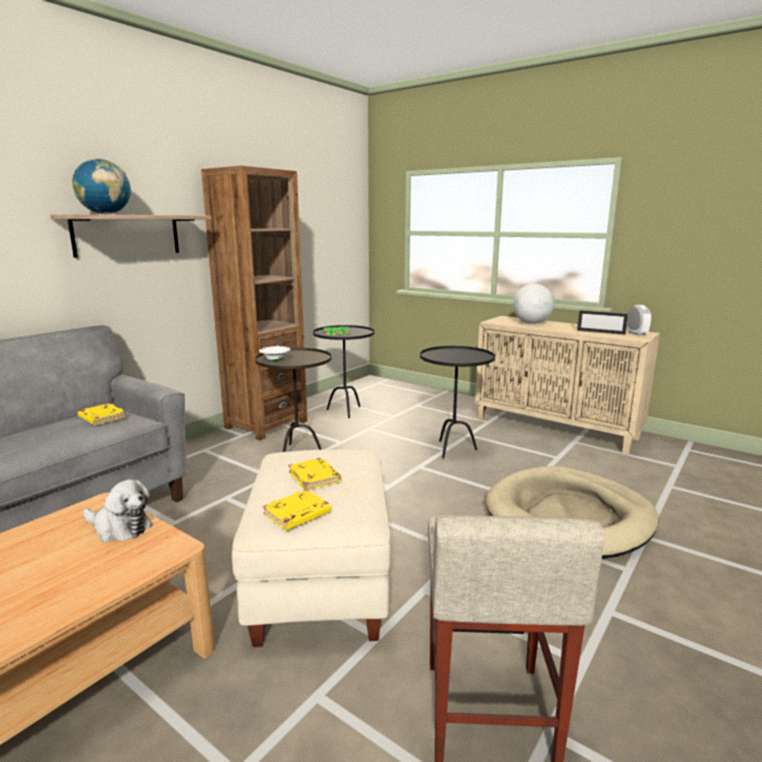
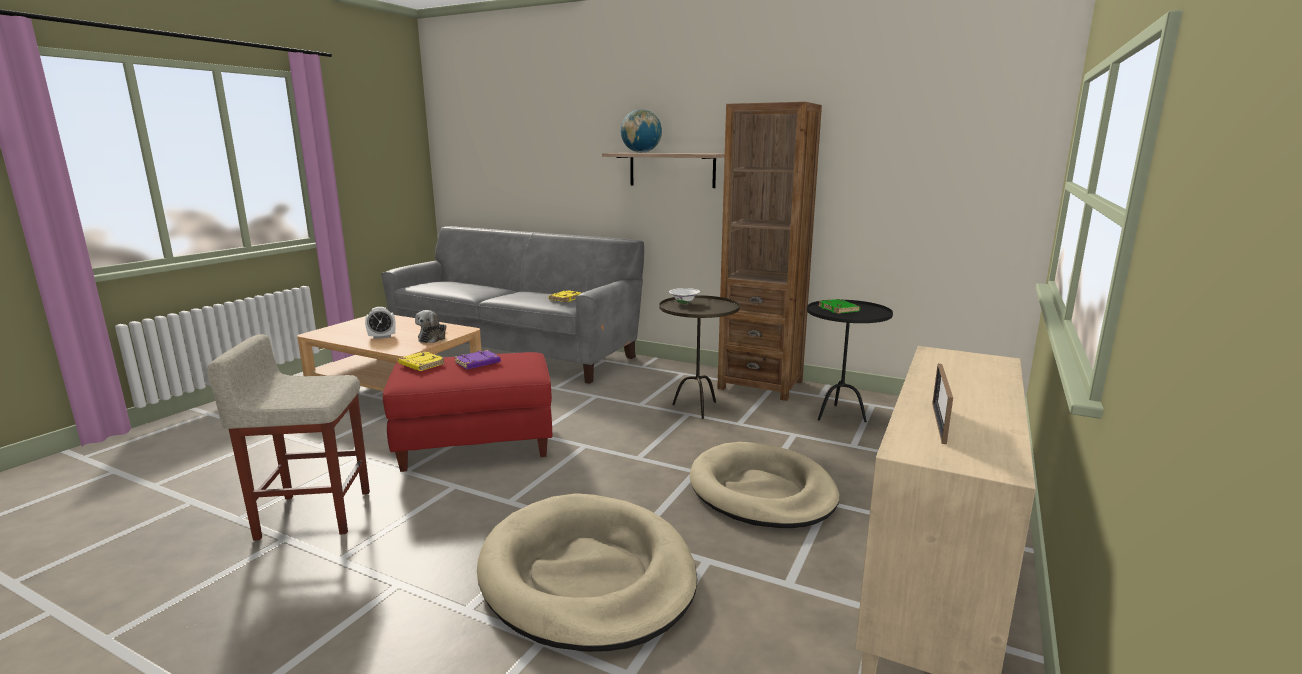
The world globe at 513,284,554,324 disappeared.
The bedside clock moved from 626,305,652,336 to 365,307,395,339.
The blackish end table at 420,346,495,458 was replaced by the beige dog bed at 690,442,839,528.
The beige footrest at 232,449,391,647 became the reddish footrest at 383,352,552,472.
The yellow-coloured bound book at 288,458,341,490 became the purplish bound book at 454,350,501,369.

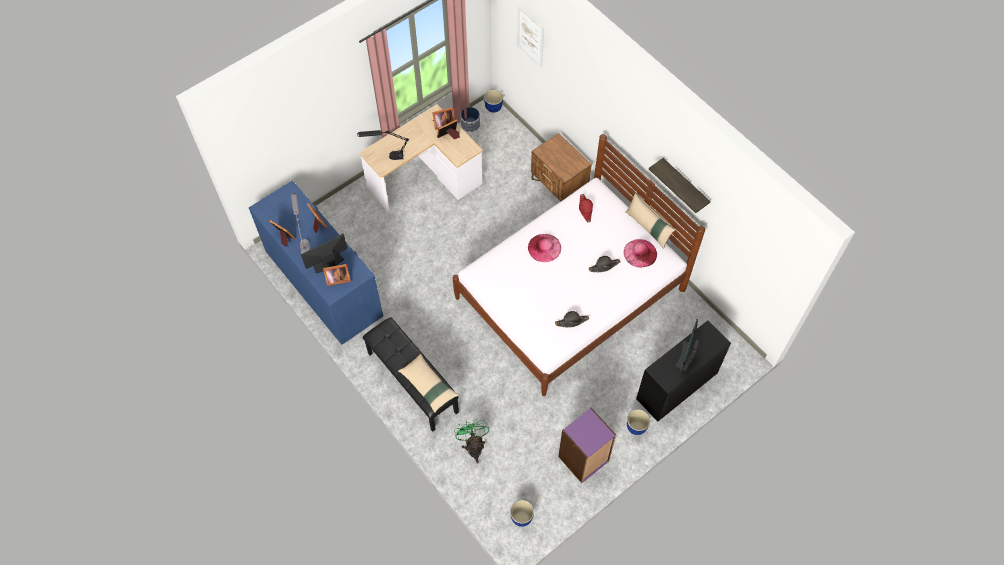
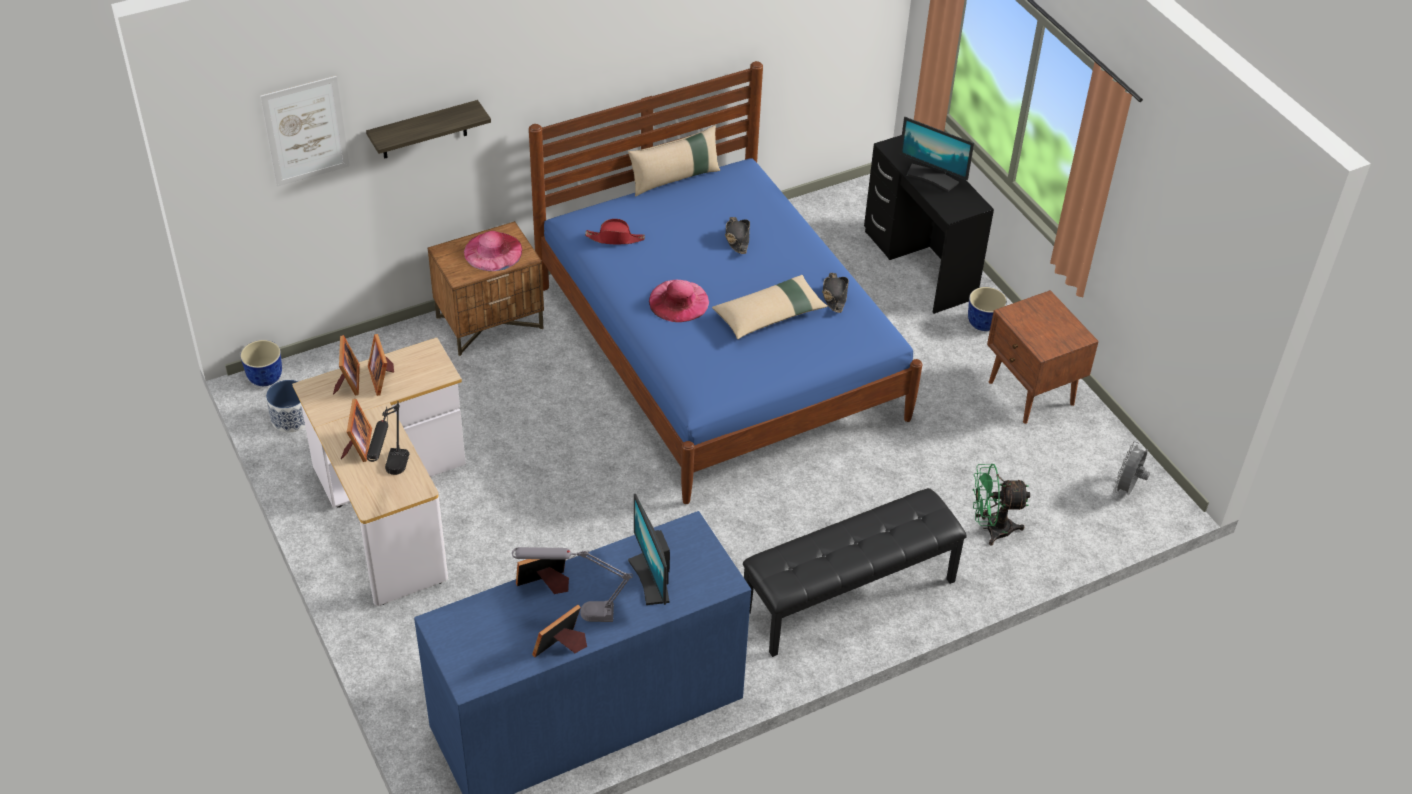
The standing frame moved from 323,264,351,286 to 341,399,372,462.
The beige cushion moved from 398,354,459,413 to 712,275,828,339.
The pink hat moved from 624,239,657,267 to 464,231,522,271.
The wall shelf moved from 649,158,711,213 to 366,100,491,159.
The planter at 510,500,534,527 was replaced by the grey cooling fan at 1113,441,1150,495.
The purplish bookshelf at 558,408,616,483 was replaced by the brownish night table at 987,290,1099,424.
The white-coloured sleeping bed at 453,134,705,396 became the blue-coloured sleeping bed at 529,61,922,504.

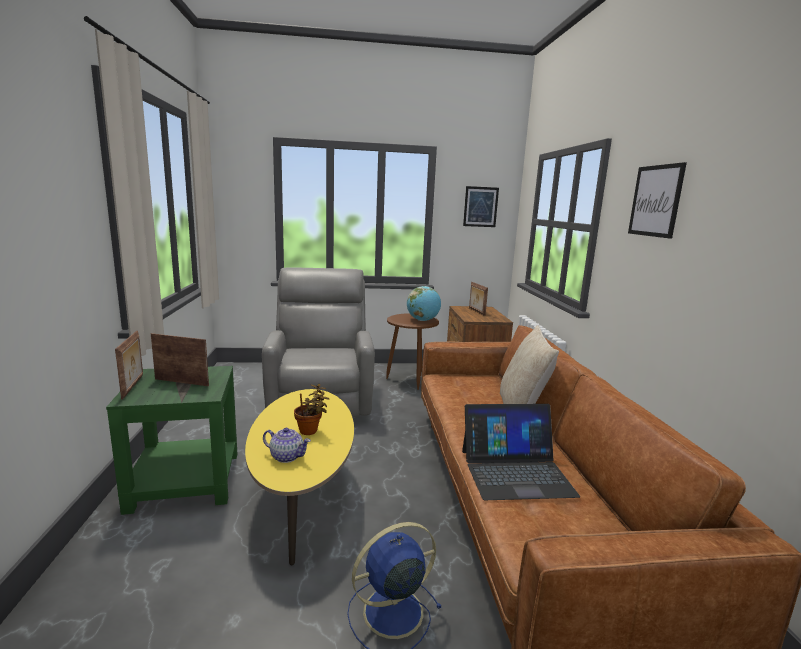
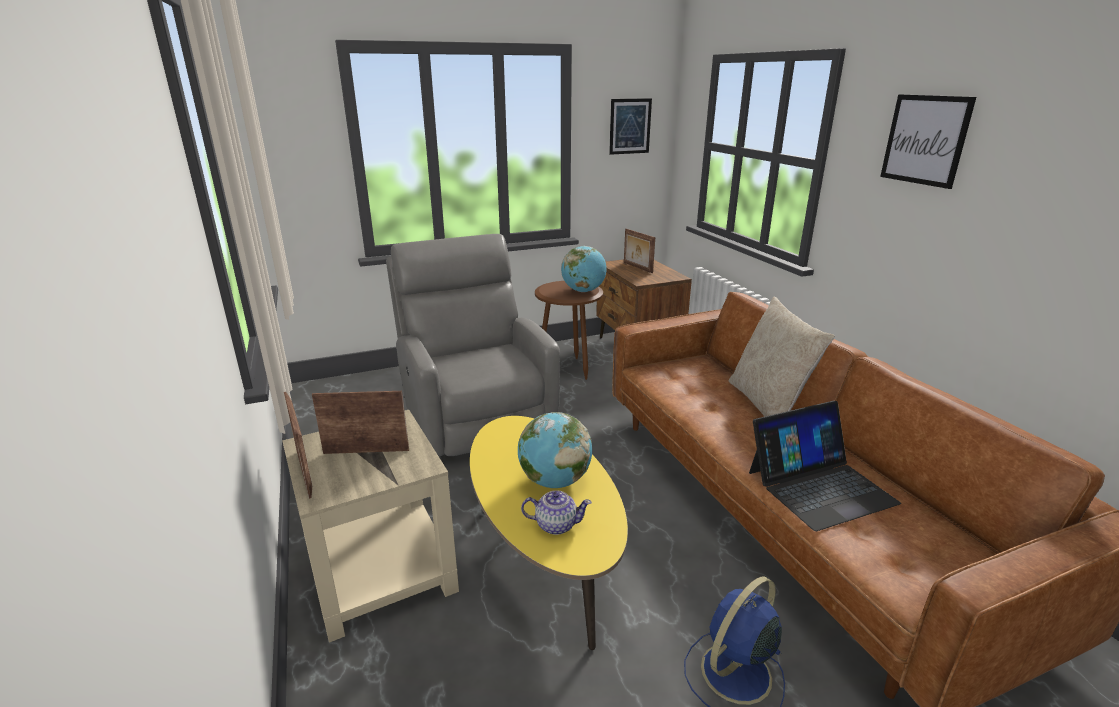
The plant in a pot at 294,384,329,435 was replaced by the world globe at 518,412,592,488.
The green end table at 106,366,237,515 became the beige end table at 282,410,459,643.

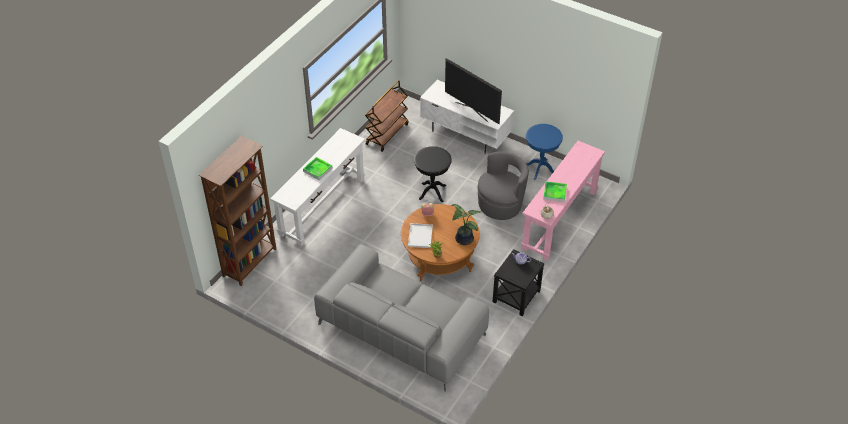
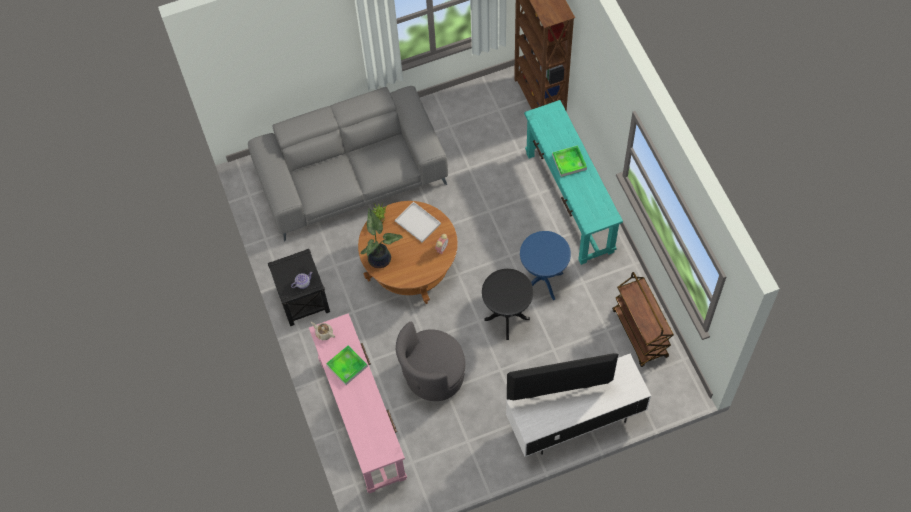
The blue-coloured end table moved from 526,124,563,180 to 520,231,571,300.
The white-coloured narrow table at 270,128,365,246 became the blue-green narrow table at 524,100,623,265.
The grey armchair at 477,151,529,220 turned 60 degrees clockwise.

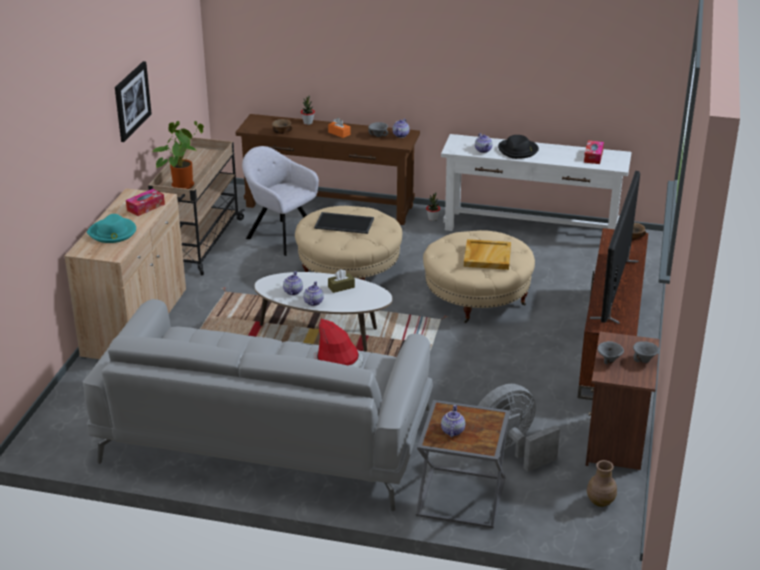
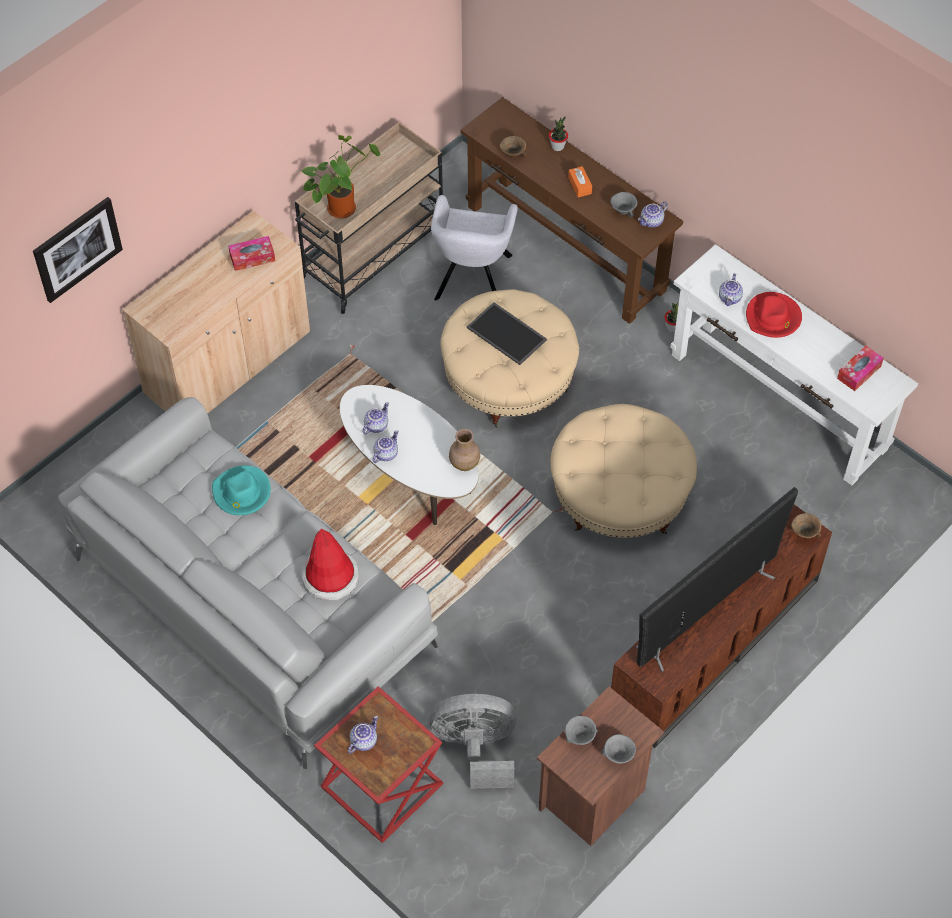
The brownish tissue box at 328,269,355,293 disappeared.
The beige serving tray at 464,239,511,270 disappeared.
The blue-green hat moved from 87,214,136,243 to 212,465,271,515.
The wall picture moved from 115,61,152,142 to 33,197,123,303.
The brownish flower vase moved from 587,460,617,507 to 449,429,480,471.
The grey end table at 416,400,510,529 became the reddish end table at 314,686,444,843.
The blackish hat at 498,135,539,159 became the reddish hat at 746,292,802,338.
The grey armchair at 242,146,319,256 turned 150 degrees counterclockwise.

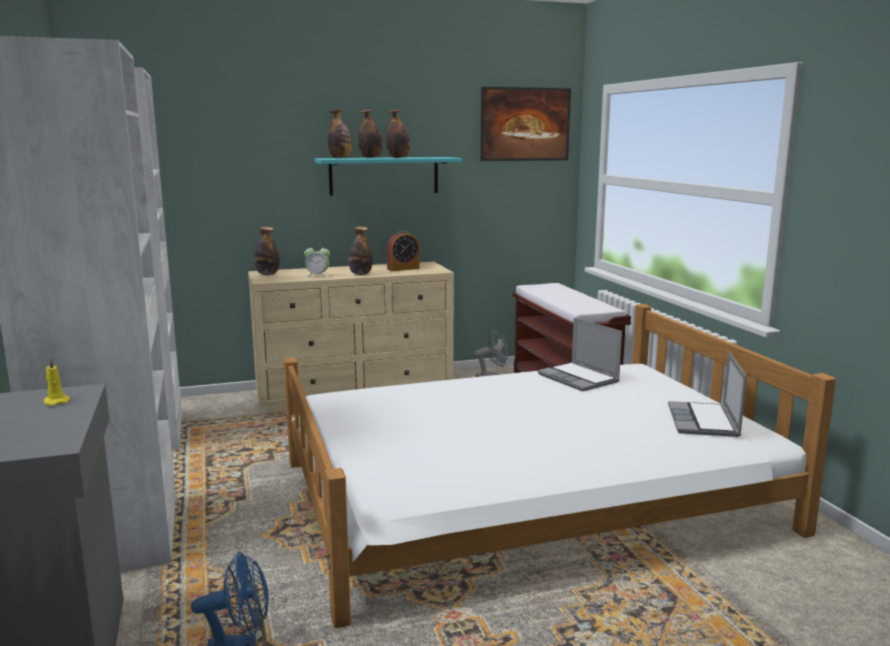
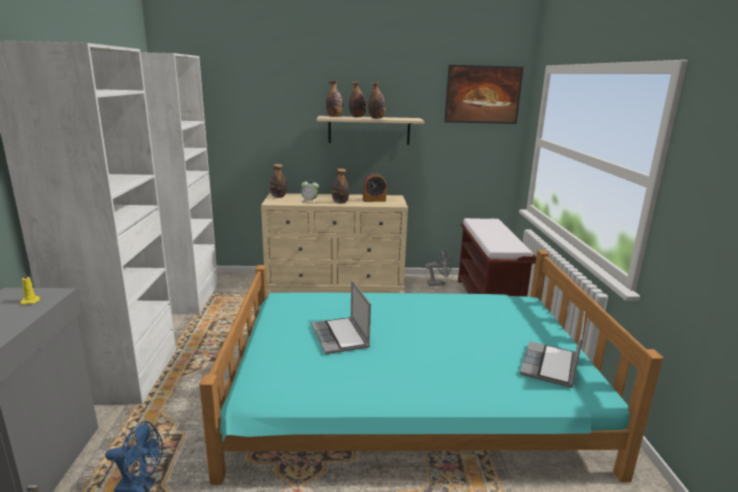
The notebook computer moved from 538,318,622,391 to 311,280,371,354.
The white-coloured sleeping bed at 284,304,836,628 became the blue-green sleeping bed at 199,250,663,485.
The blue-green wall shelf at 315,157,462,195 became the beige wall shelf at 317,116,424,145.

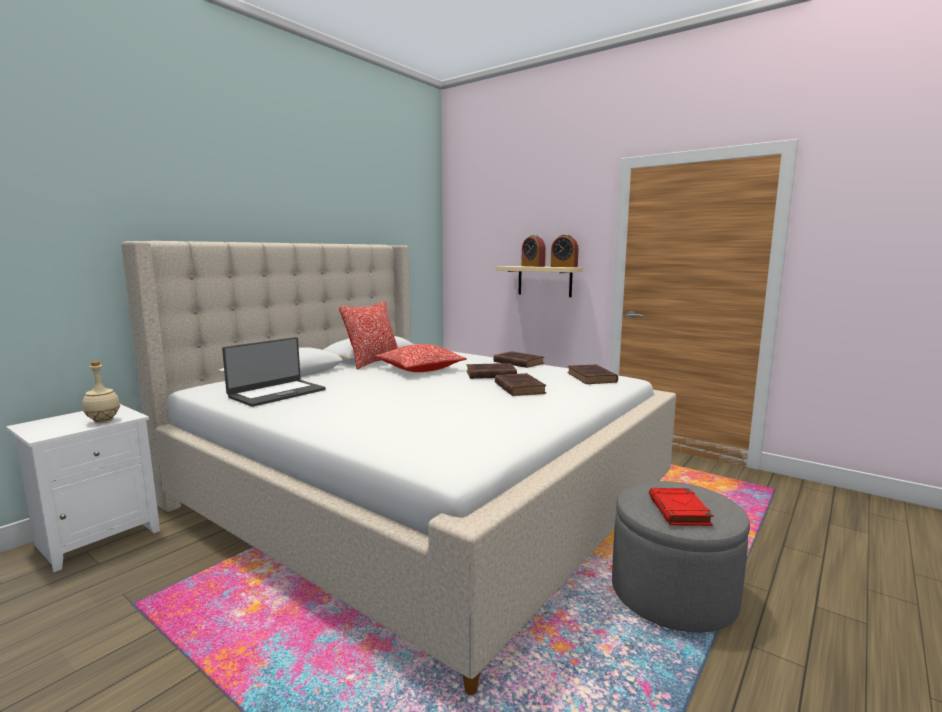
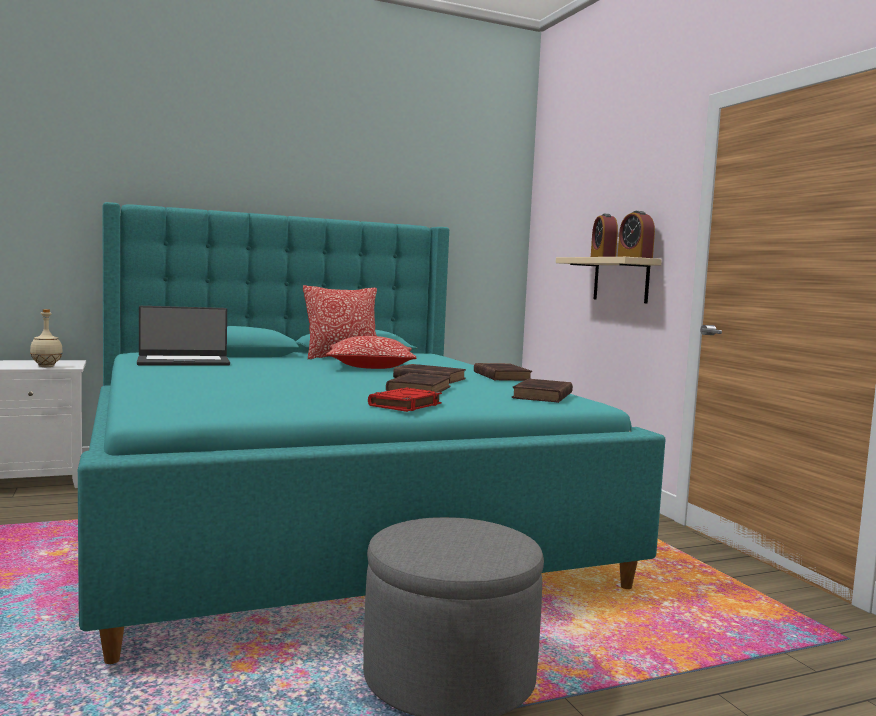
The reddish bound book moved from 649,488,713,526 to 368,388,442,412.
The beige sleeping bed at 121,241,676,695 became the blue-green sleeping bed at 78,202,665,664.

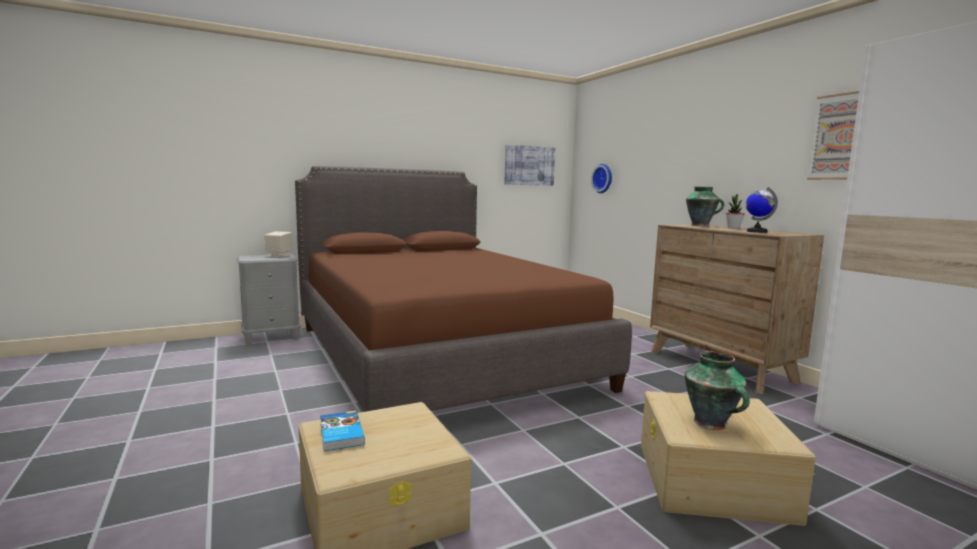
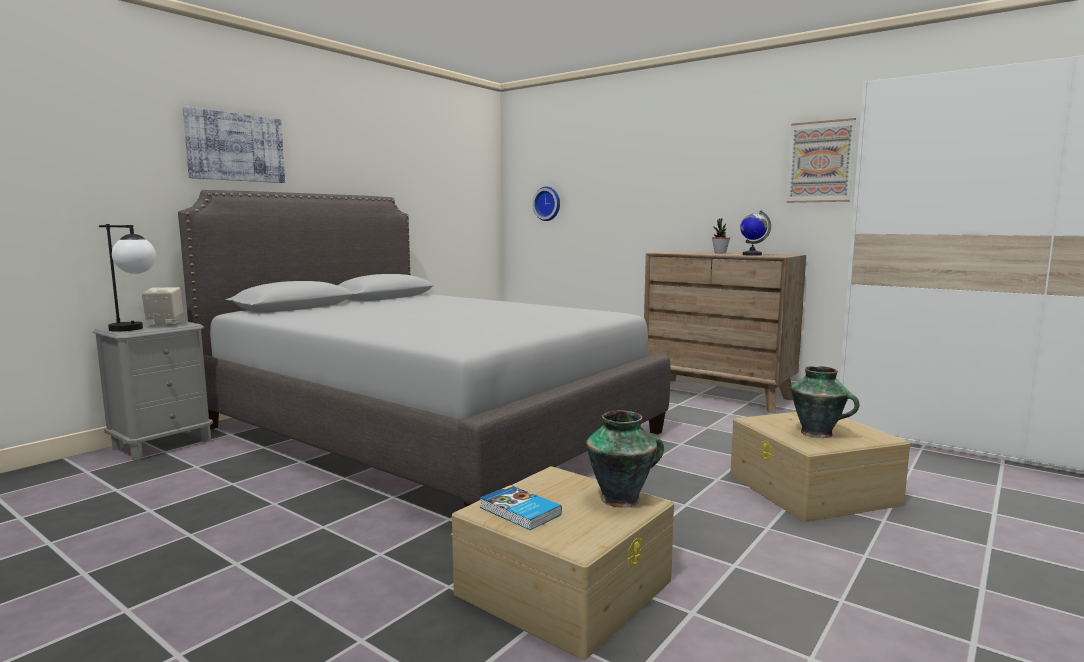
The lamp for a table at 99,224,156,332 appeared.
The wall picture moved from 504,144,555,186 to 183,106,285,183.
The flower vase moved from 686,187,724,226 to 586,411,664,508.
The brownish sleeping bed at 295,166,632,412 became the grey sleeping bed at 178,190,670,507.

